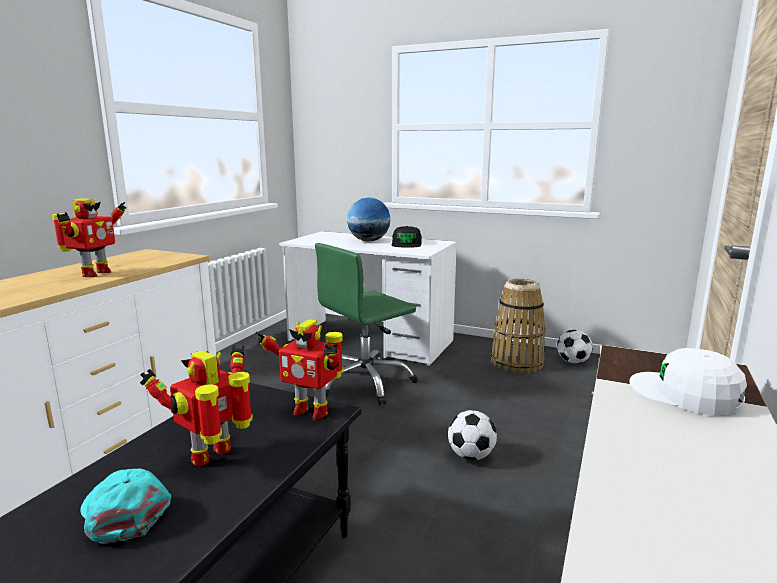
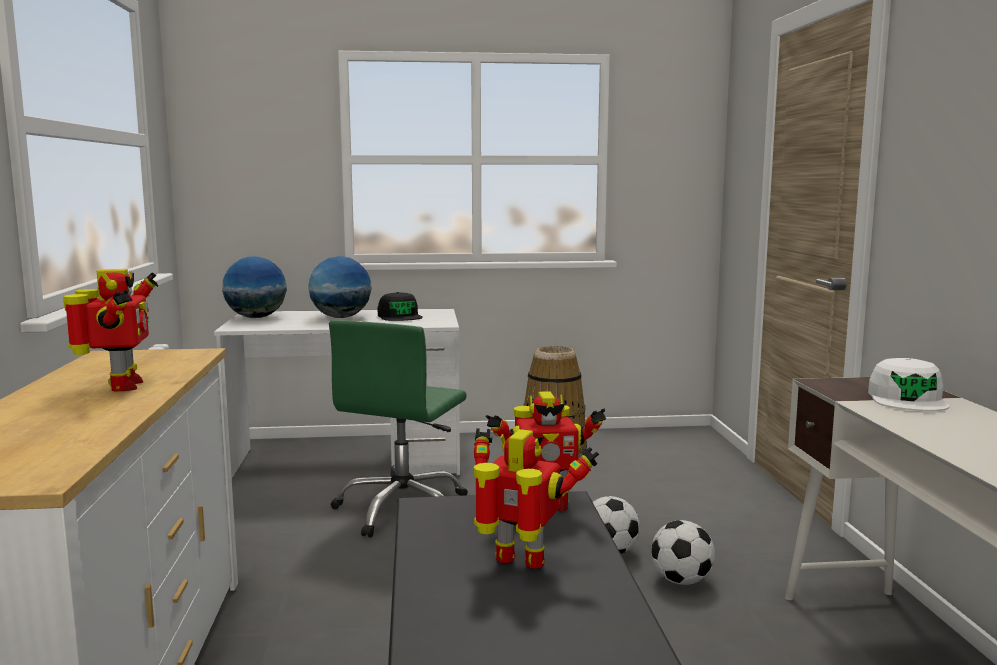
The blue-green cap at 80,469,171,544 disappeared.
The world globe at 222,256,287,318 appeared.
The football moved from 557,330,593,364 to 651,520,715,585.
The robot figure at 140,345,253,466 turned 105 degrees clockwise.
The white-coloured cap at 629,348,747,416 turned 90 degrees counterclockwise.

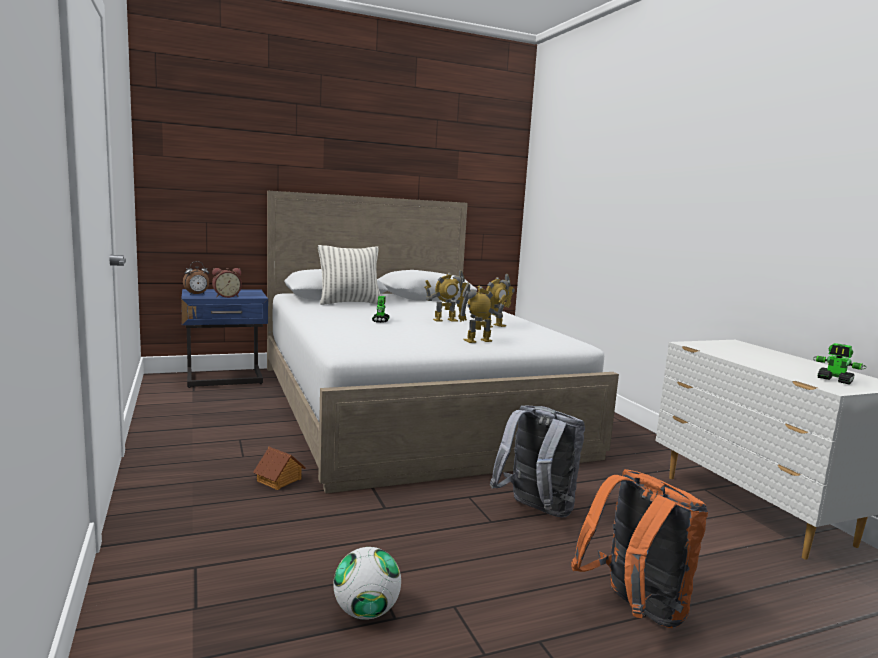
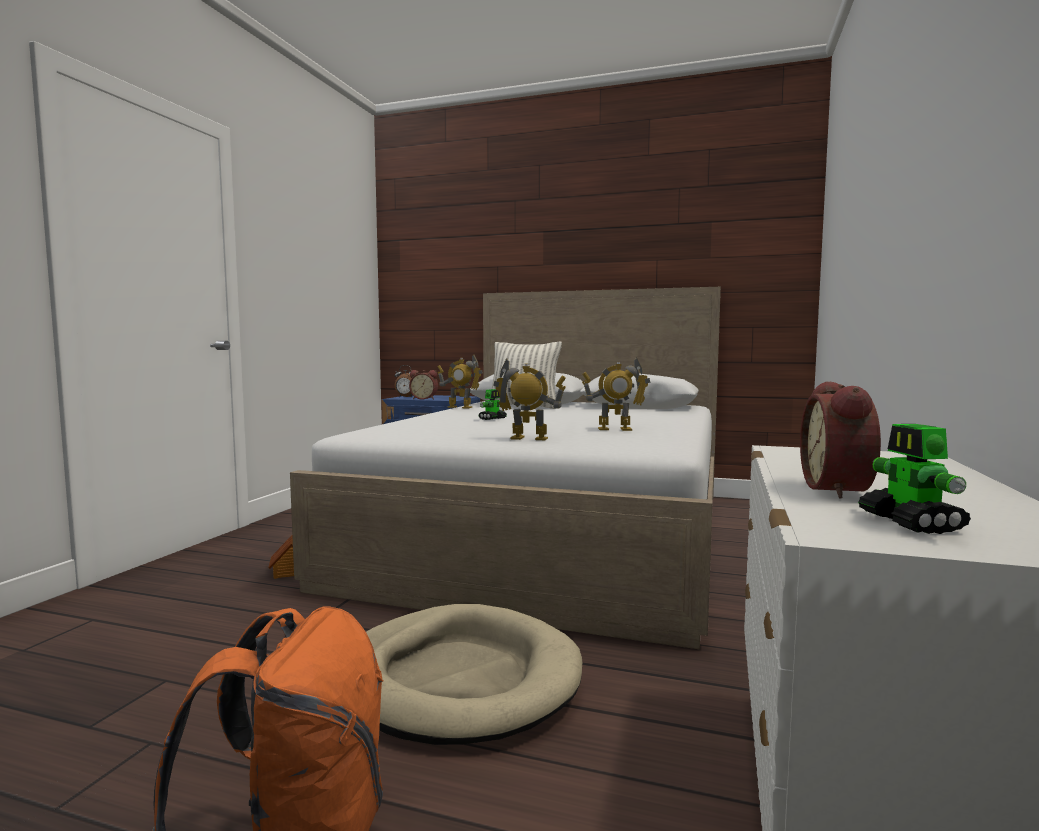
The football at 333,547,401,620 disappeared.
The bedside clock at 800,381,881,499 appeared.
The robot figure moved from 424,270,467,322 to 437,354,483,409.
The grey knapsack at 490,405,585,517 was replaced by the beige dog bed at 366,604,582,745.

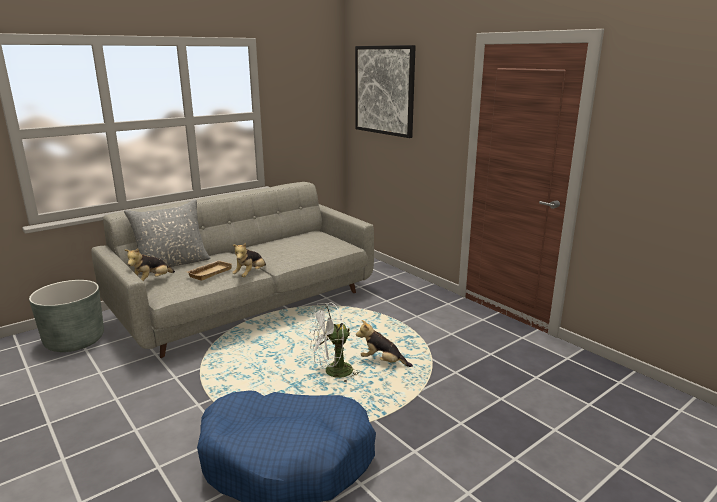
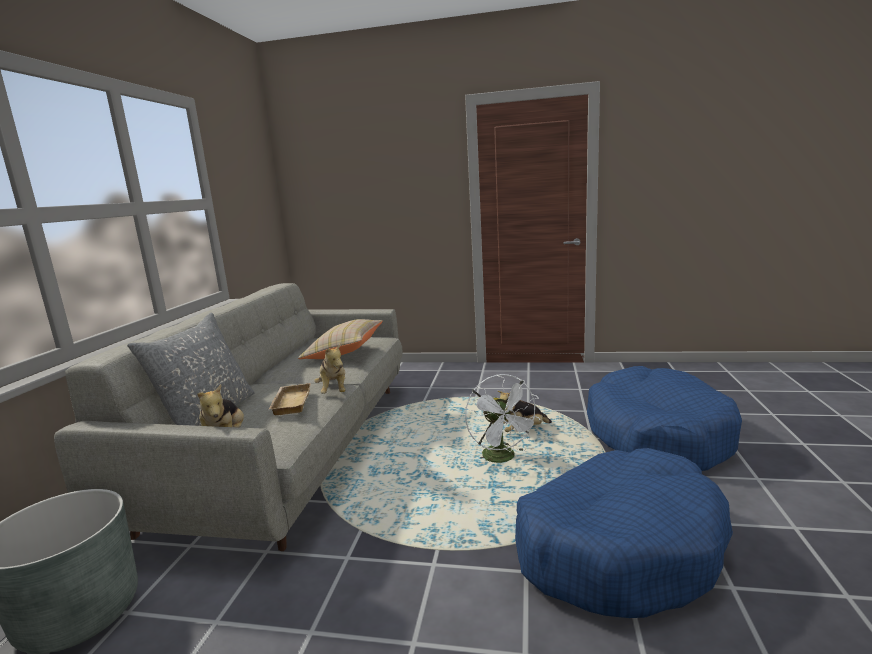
The wall picture at 355,45,416,138 disappeared.
The beige cushion at 298,319,383,359 appeared.
The blue-coloured dog bed at 587,366,742,471 appeared.
The white-coloured cooling fan at 308,302,360,382 turned 45 degrees counterclockwise.

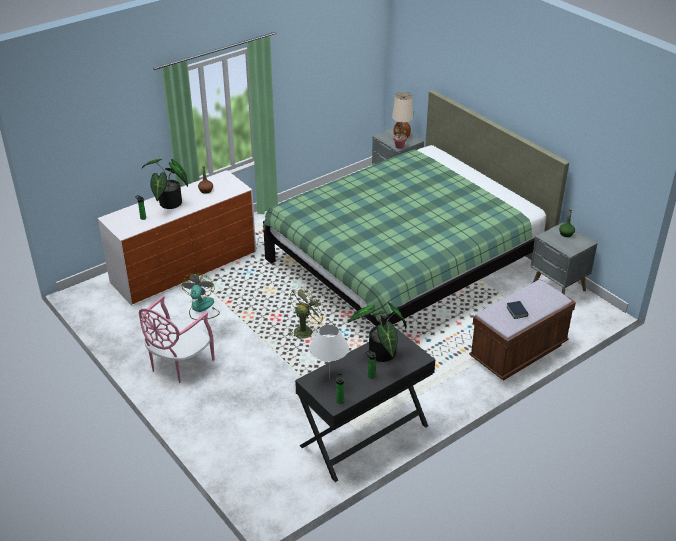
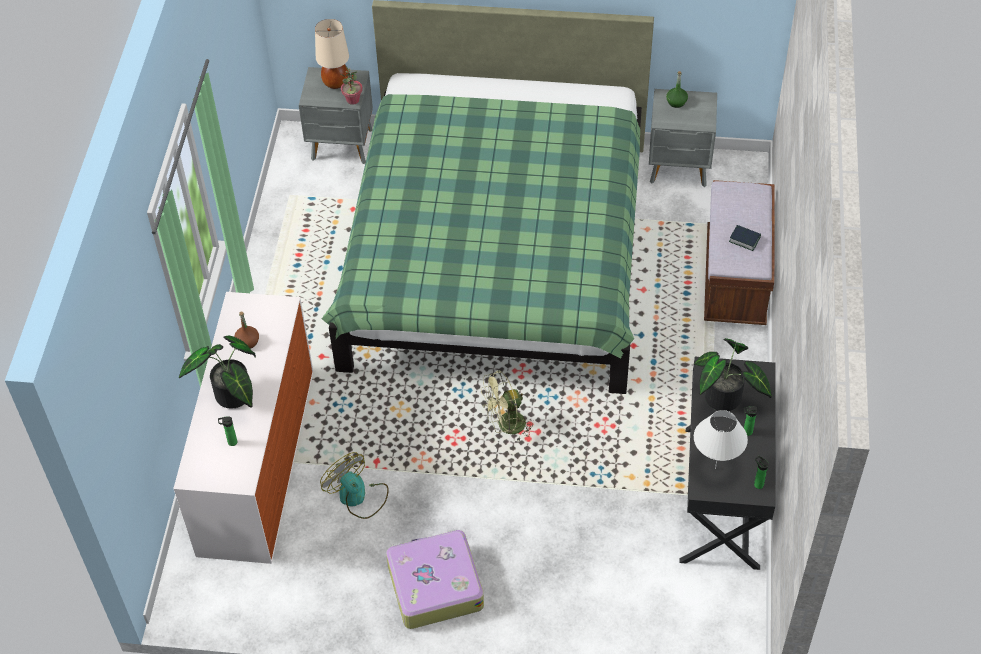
The pink upright chair at 139,295,215,383 was replaced by the piece of luggage at 386,529,484,629.
The green cooling fan at 288,286,327,339 turned 105 degrees counterclockwise.

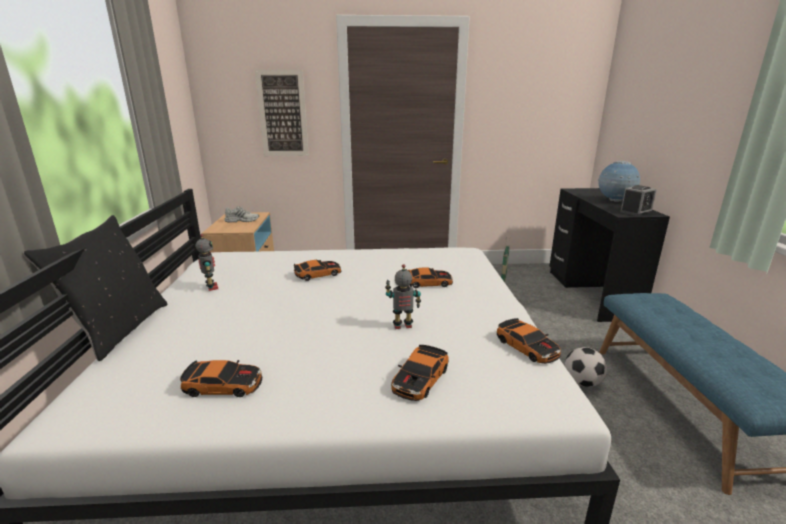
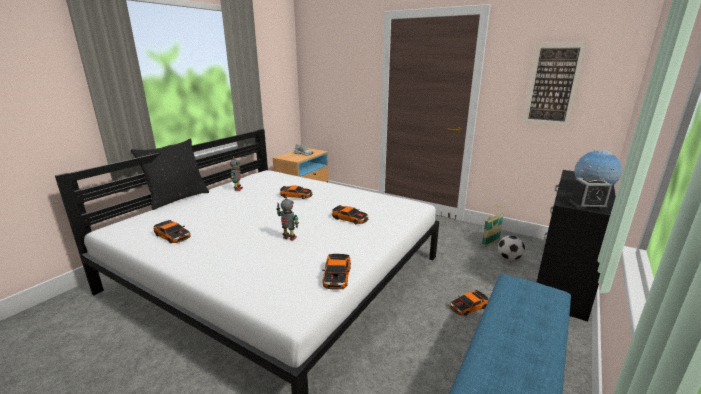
The wall picture moved from 255,69,309,156 to 522,42,588,127.
The miniature car moved from 391,345,449,401 to 450,290,489,316.
The football moved from 565,347,607,387 to 498,235,525,260.

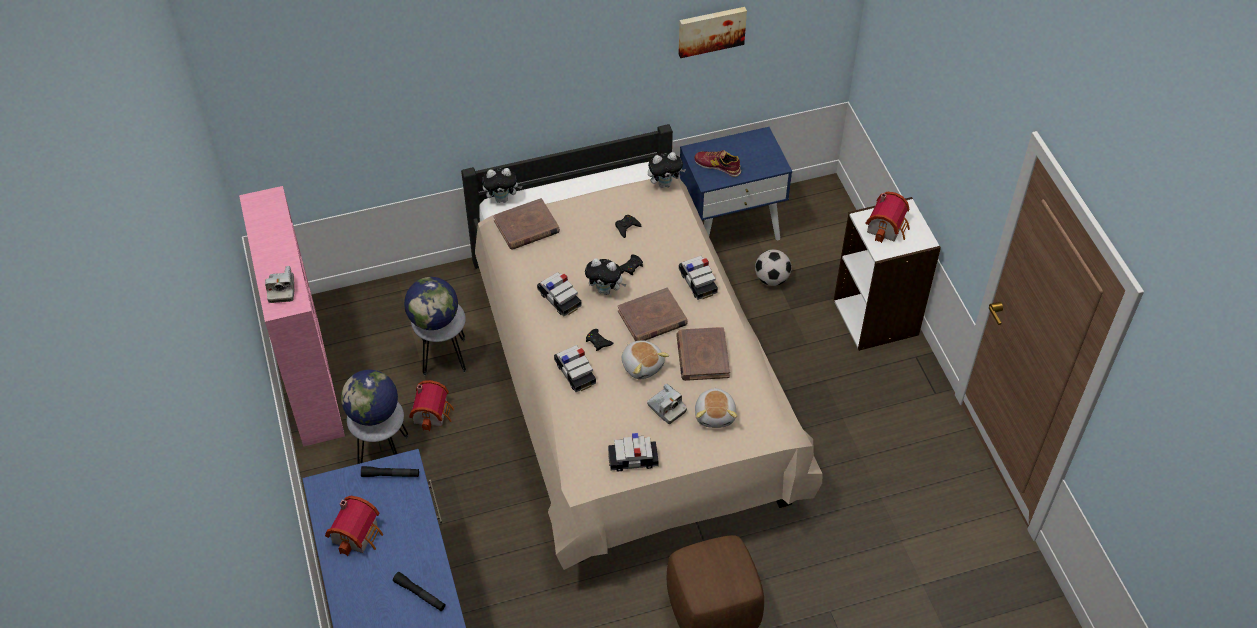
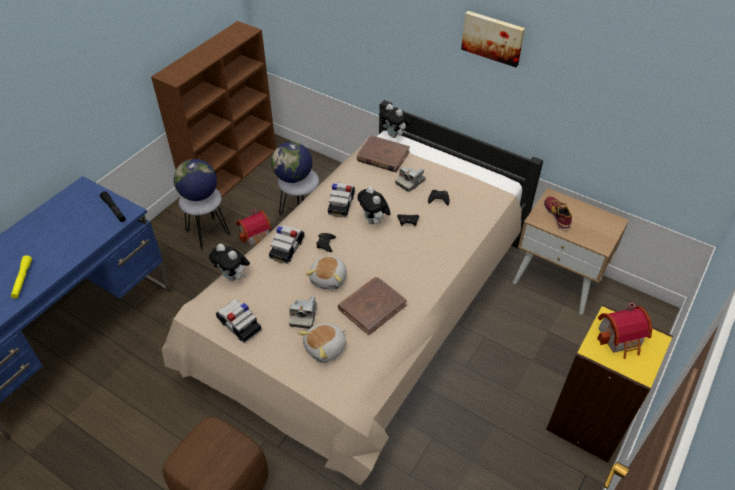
The toy house at 325,496,383,556 disappeared.
The brownish bound book at 618,287,688,341 disappeared.
The miniature car at 679,256,718,300 disappeared.
The football at 755,249,792,286 disappeared.
The still camera moved from 265,266,295,303 to 395,167,426,192.
The soft toy moved from 648,152,686,188 to 209,244,250,281.
The wall picture moved from 678,7,747,58 to 461,11,525,67.
The pink bookshelf at 239,186,345,447 became the brownish bookshelf at 151,21,276,197.
The blackish flashlight at 393,572,446,611 became the yellow-coloured flashlight at 11,255,32,298.
The blue-coloured night table at 679,127,792,240 became the beige night table at 513,188,629,315.
The white-coloured bookshelf at 834,197,941,351 became the yellow-coloured bookshelf at 546,304,673,463.

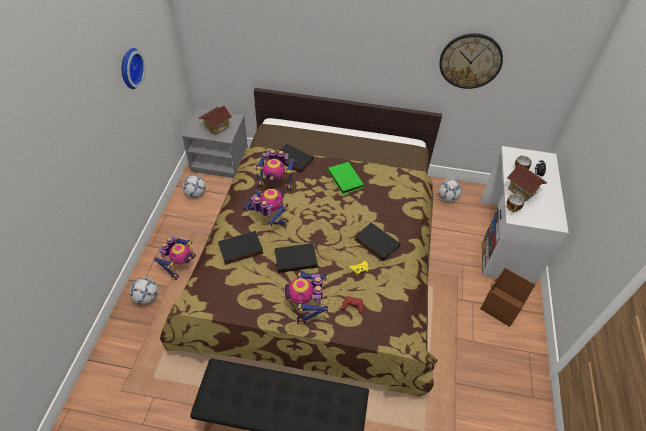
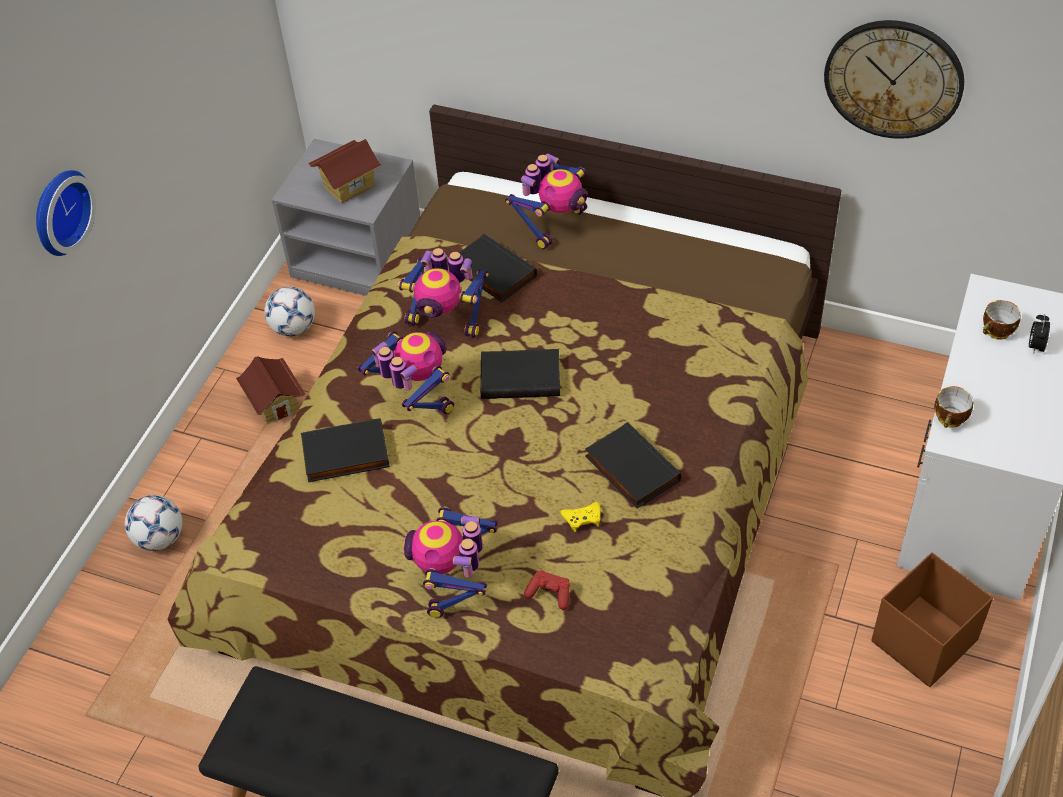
The green bound book at 328,162,364,195 disappeared.
The football at 439,179,462,202 disappeared.
The clock on the wall moved from 122,48,146,89 to 36,170,96,256.
The robot figure moved from 153,236,196,280 to 505,153,587,249.
The blackish bound book moved from 275,243,318,273 to 480,349,560,399.
The toy house moved from 507,166,547,201 to 236,356,305,424.

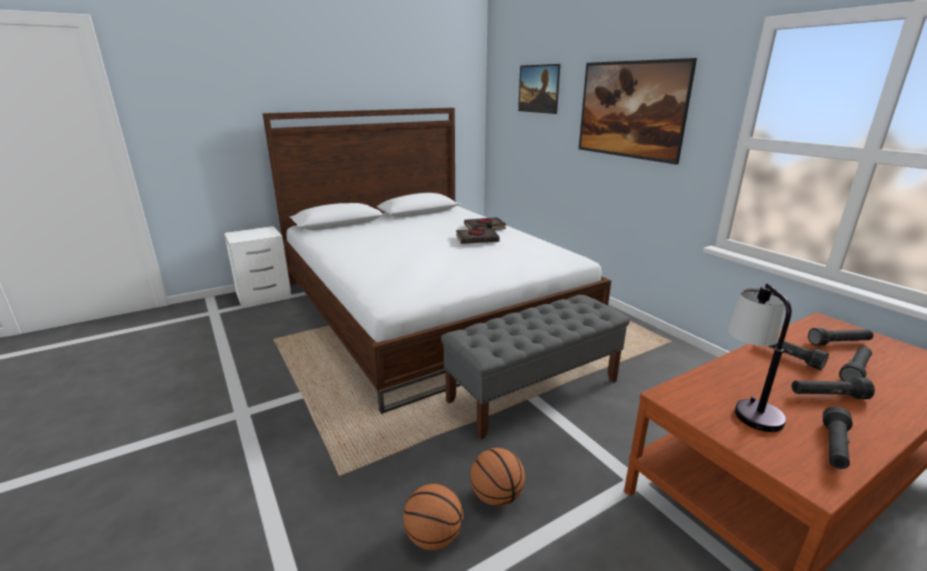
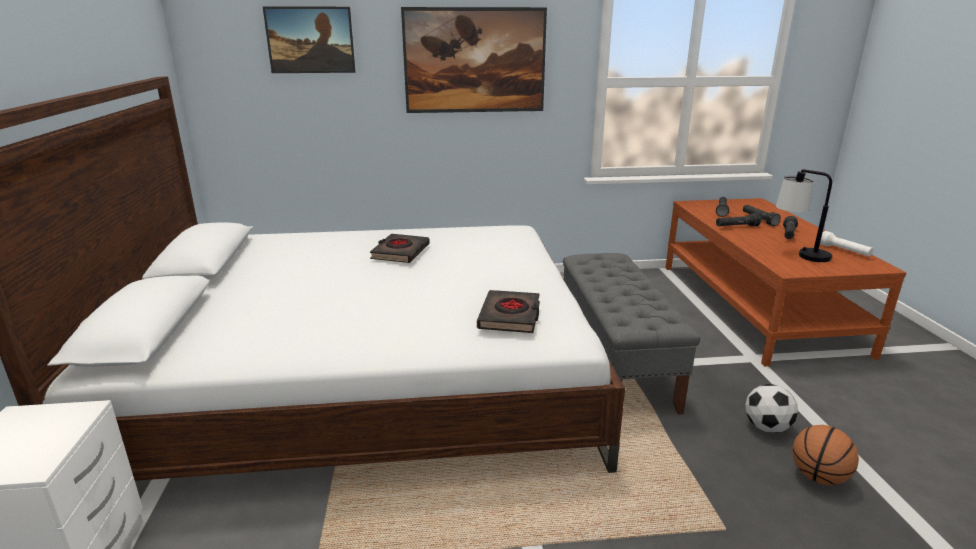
The blackish bound book moved from 464,217,506,230 to 477,290,540,333.
The basketball at 470,448,525,506 was replaced by the football at 745,384,798,433.
The blackish flashlight at 823,406,853,469 became the white-coloured flashlight at 820,231,873,256.

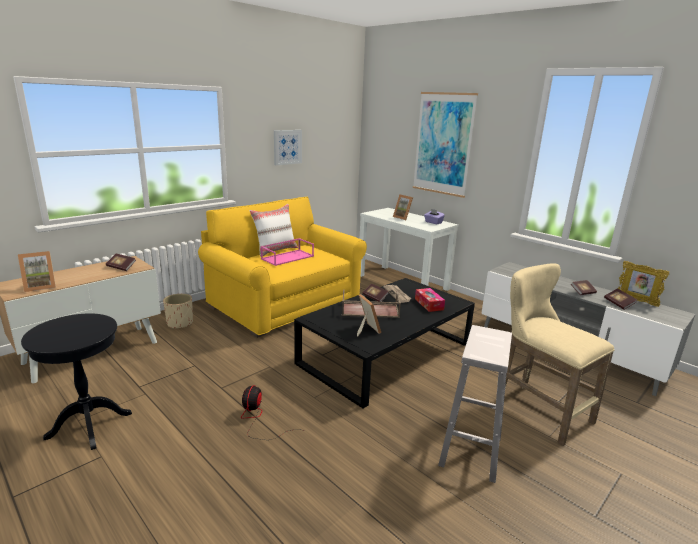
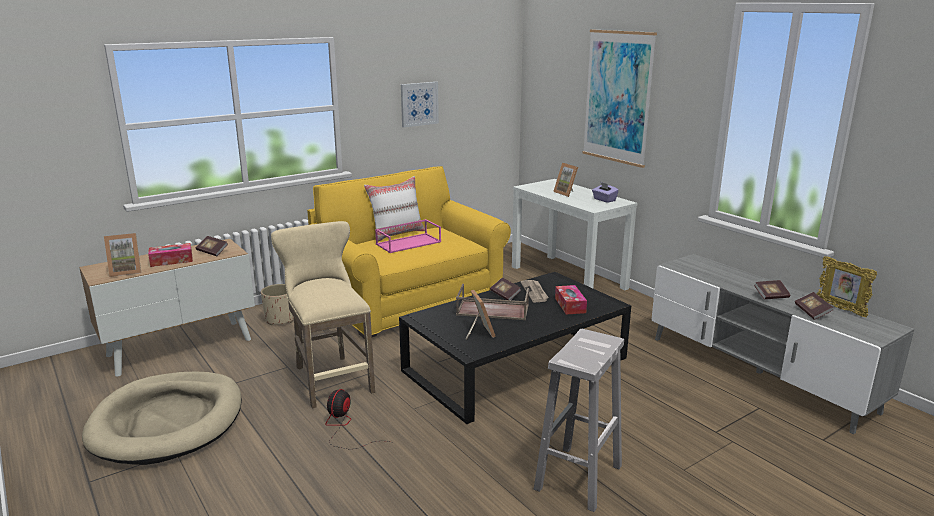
The tissue box at 148,243,193,267 appeared.
The beige stool seat moved from 505,263,615,446 to 271,221,375,409.
The blackish end table at 21,313,132,450 was replaced by the beige dog bed at 82,371,242,465.

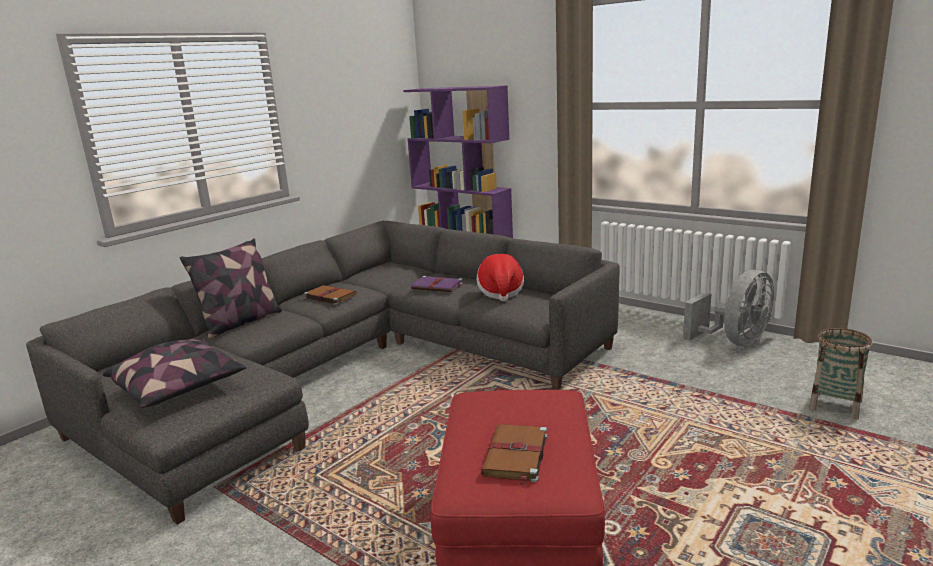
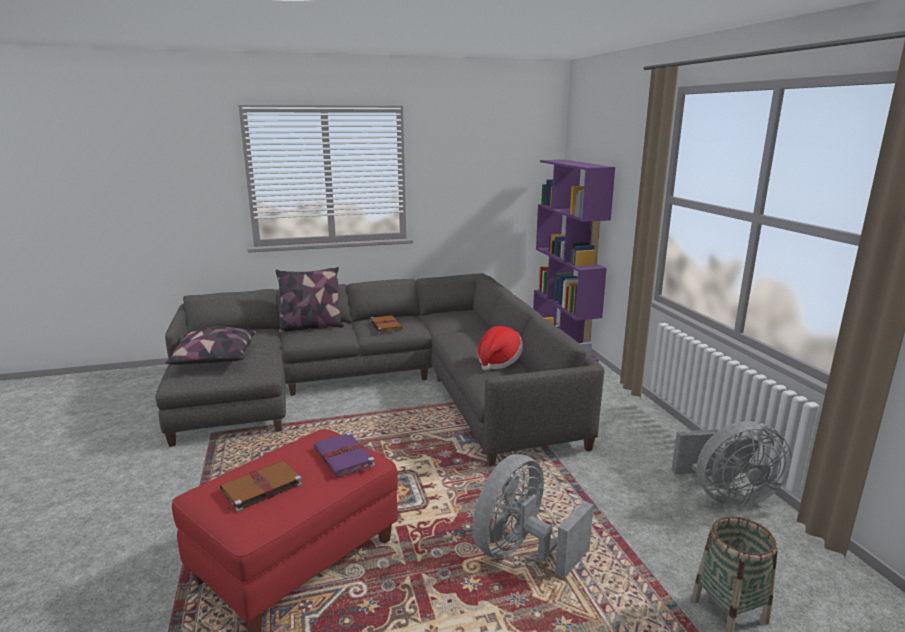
The grey cooling fan at 472,454,593,578 appeared.
The purplish bound book moved from 411,276,464,292 to 313,432,375,477.

